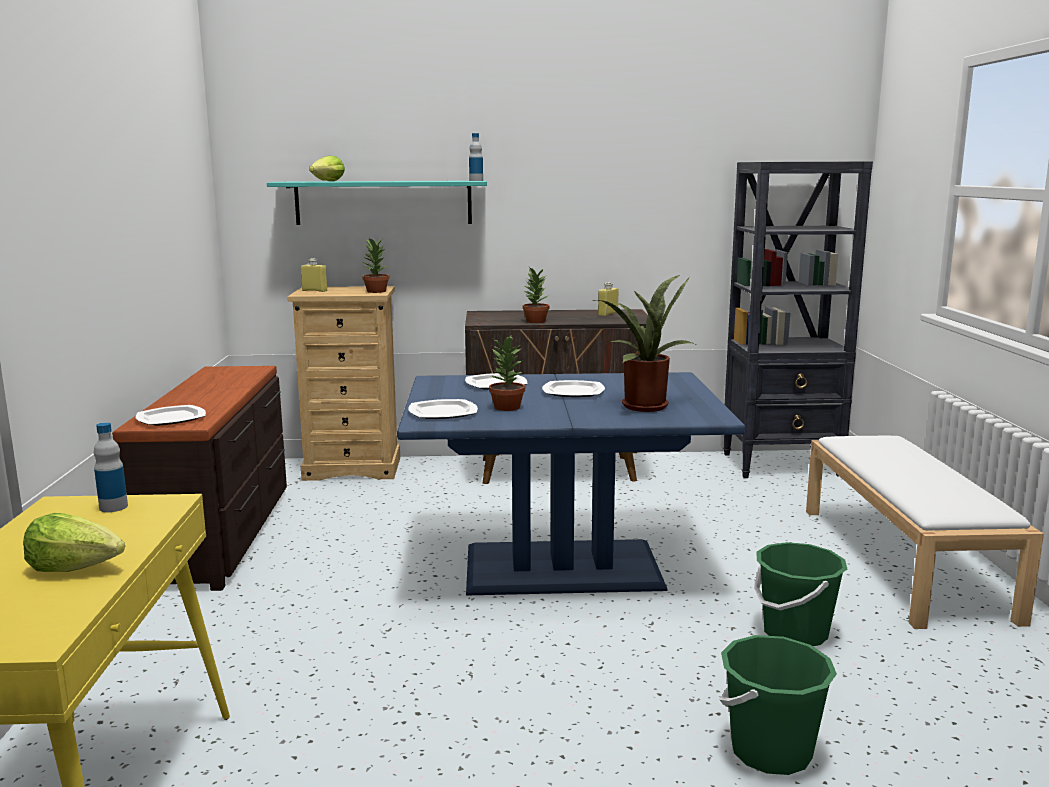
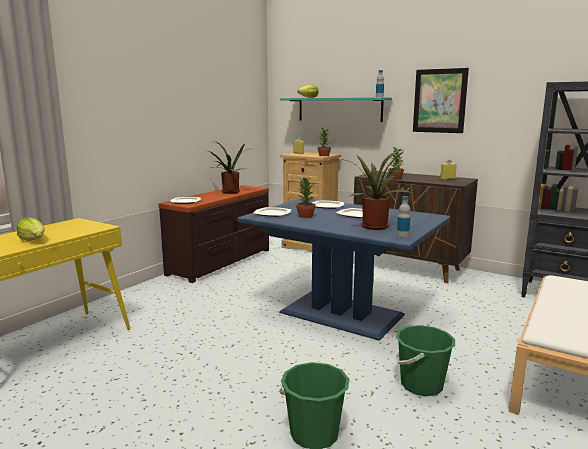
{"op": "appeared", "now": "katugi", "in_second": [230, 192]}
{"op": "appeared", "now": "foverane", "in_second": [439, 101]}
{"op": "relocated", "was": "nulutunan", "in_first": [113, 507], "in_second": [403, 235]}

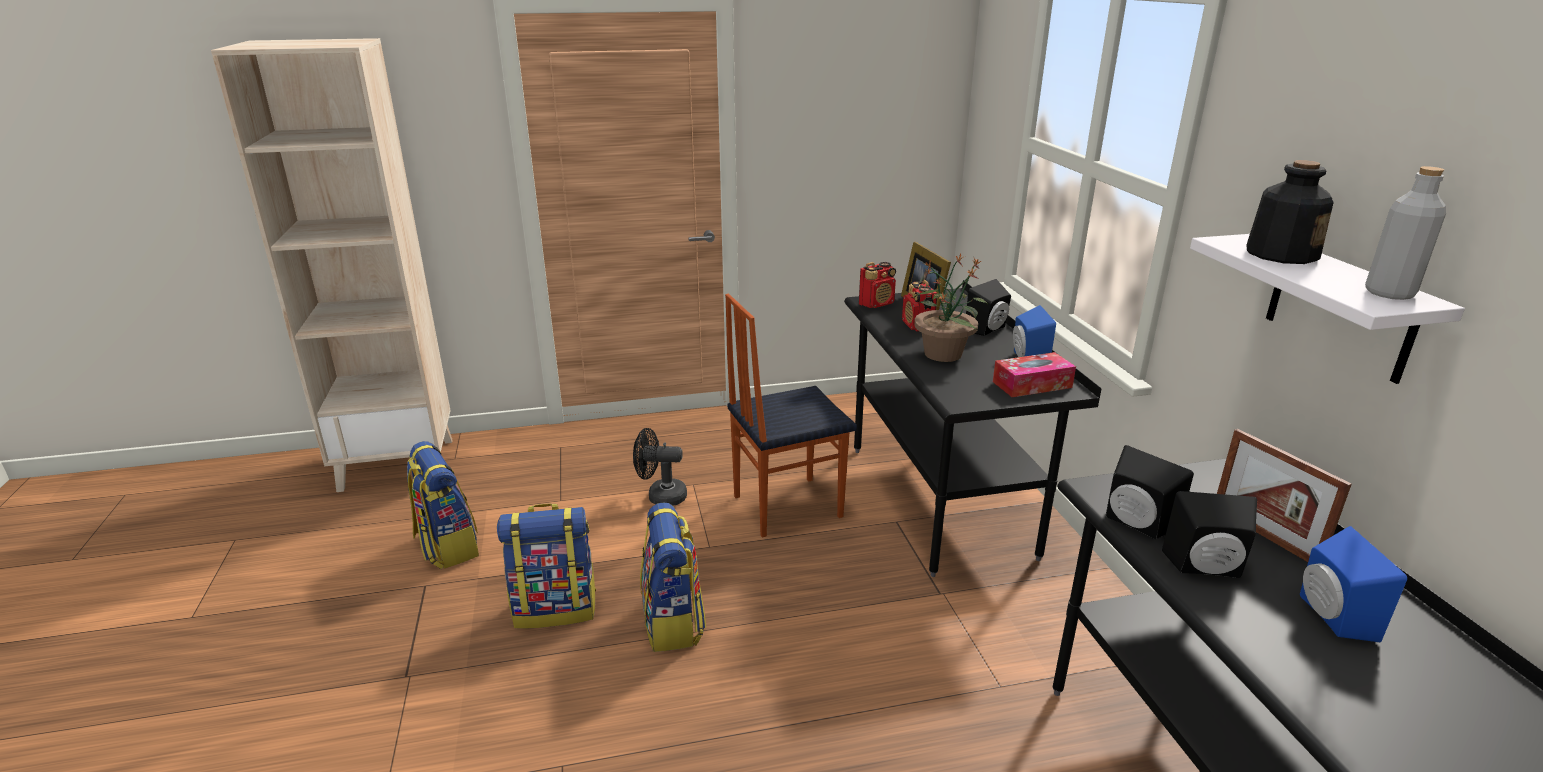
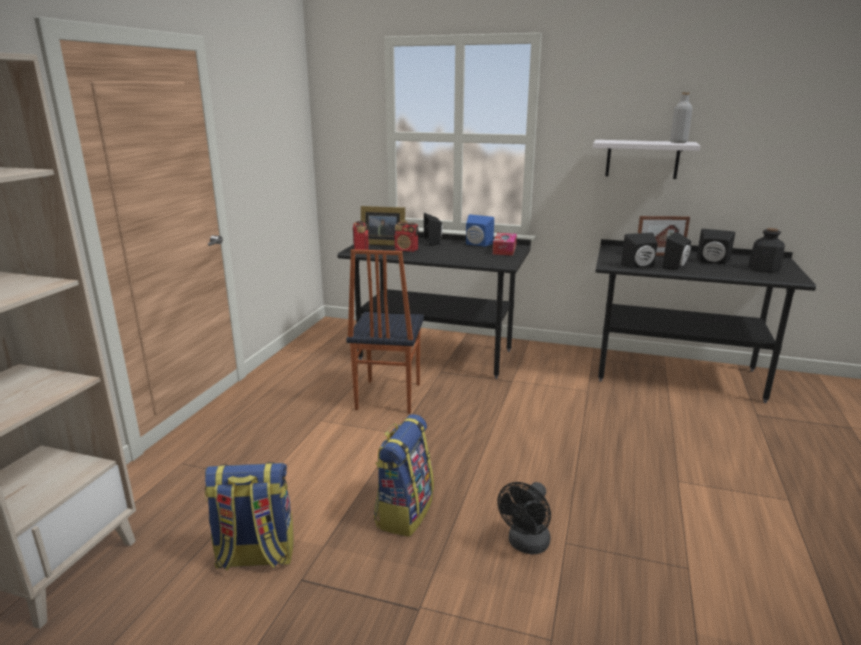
{"op": "missing", "was": "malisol", "in_first": [673, 622]}
{"op": "missing", "was": "katugi", "in_first": [943, 353]}
{"op": "relocated", "was": "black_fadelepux", "in_first": [660, 496], "in_second": [526, 545]}
{"op": "relocated", "was": "nulutunan", "in_first": [1280, 254], "in_second": [763, 268]}
{"op": "colour", "was": "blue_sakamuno", "now": "black_sakamuno", "in_first": [1329, 616], "in_second": [712, 262]}

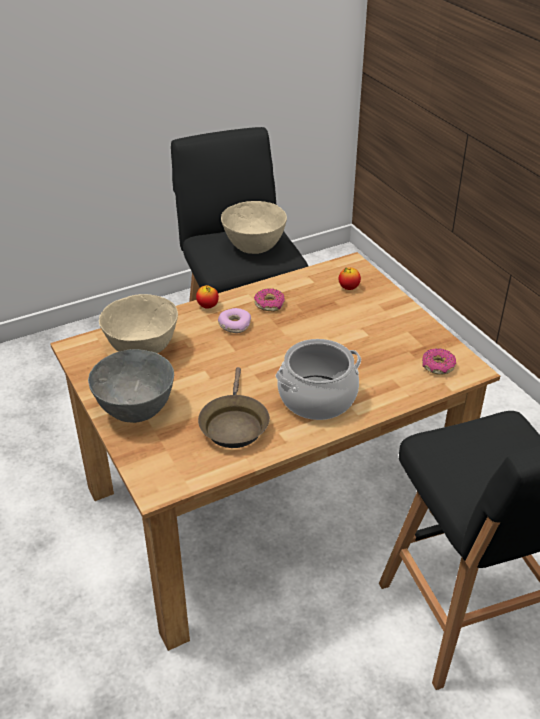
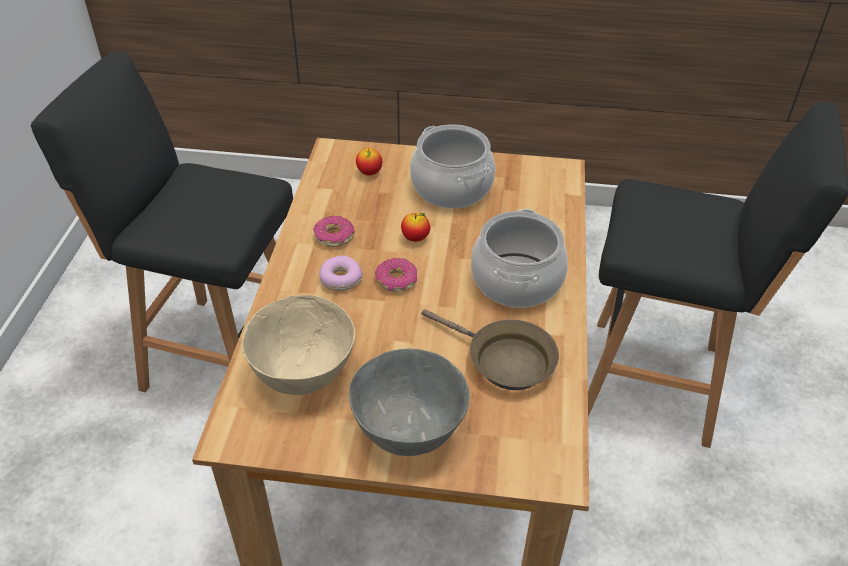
{"op": "missing", "was": "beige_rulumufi", "in_first": [254, 248]}
{"op": "appeared", "now": "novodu", "in_second": [451, 187]}
{"op": "relocated", "was": "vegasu", "in_first": [208, 306], "in_second": [415, 238]}
{"op": "relocated", "was": "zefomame", "in_first": [437, 366], "in_second": [396, 281]}

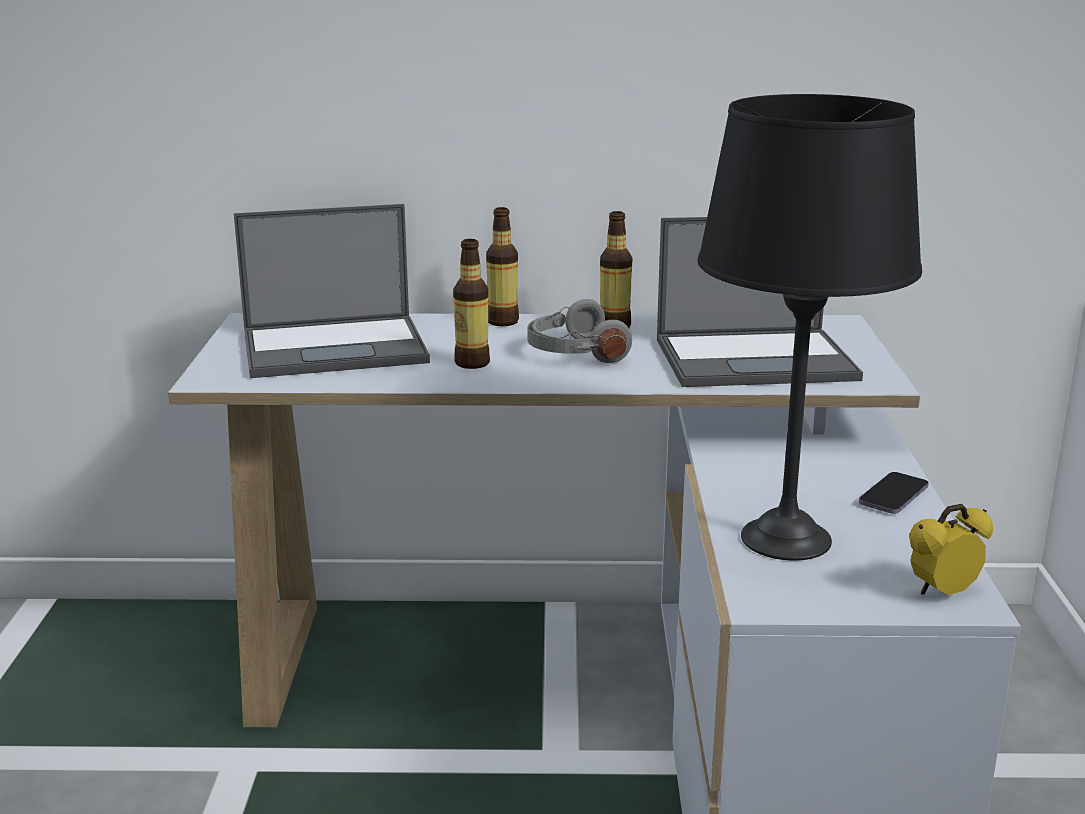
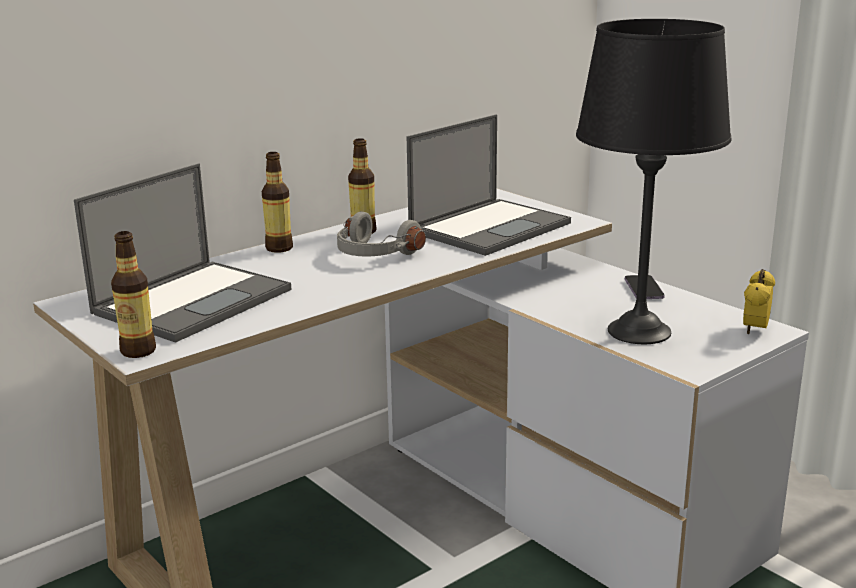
{"op": "relocated", "was": "nulutunan", "in_first": [472, 363], "in_second": [138, 351]}

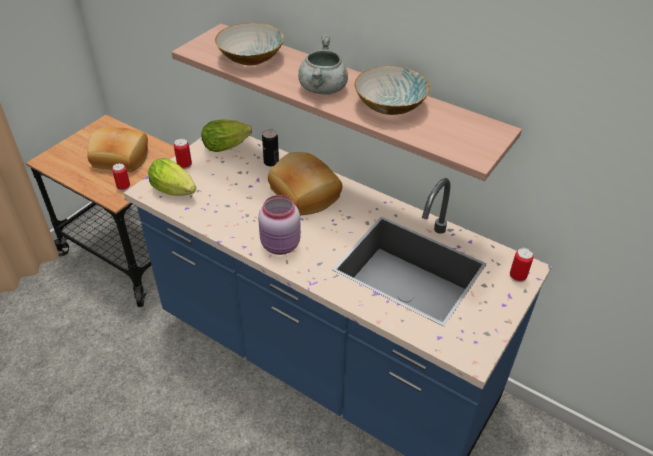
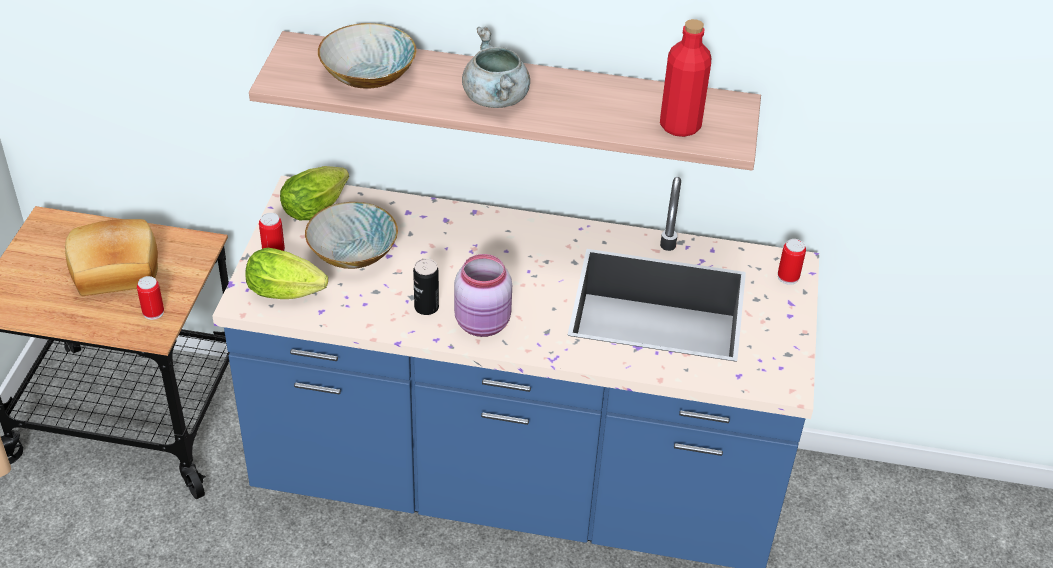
{"op": "missing", "was": "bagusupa", "in_first": [303, 194]}
{"op": "appeared", "now": "red_nulutunan", "in_second": [680, 126]}
{"op": "relocated", "was": "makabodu", "in_first": [271, 162], "in_second": [426, 307]}
{"op": "relocated", "was": "rulumufi", "in_first": [390, 106], "in_second": [353, 253]}

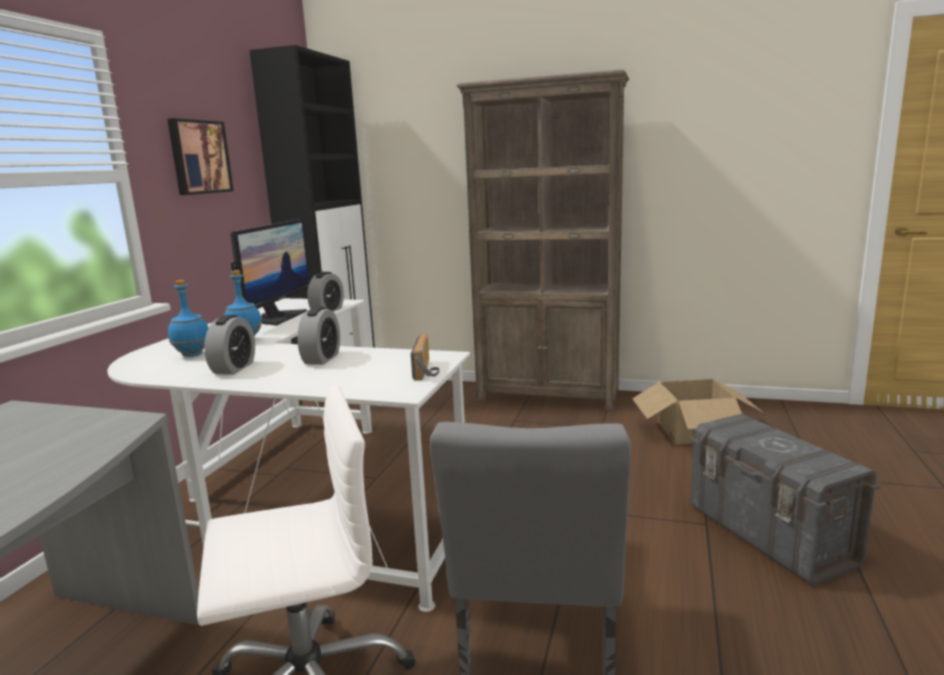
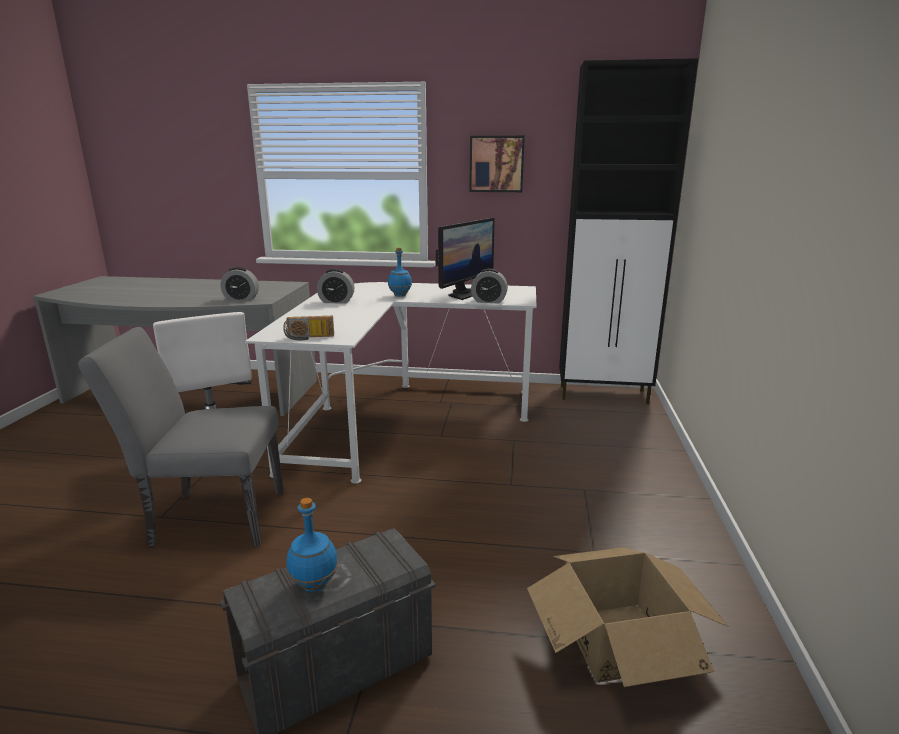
{"op": "missing", "was": "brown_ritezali", "in_first": [548, 397]}
{"op": "relocated", "was": "blue_nulutunan", "in_first": [193, 355], "in_second": [314, 585]}
{"op": "relocated", "was": "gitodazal", "in_first": [322, 359], "in_second": [241, 299]}
{"op": "spun", "was": "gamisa", "in_first": [278, 317], "in_second": [464, 294], "clockwise": -60}

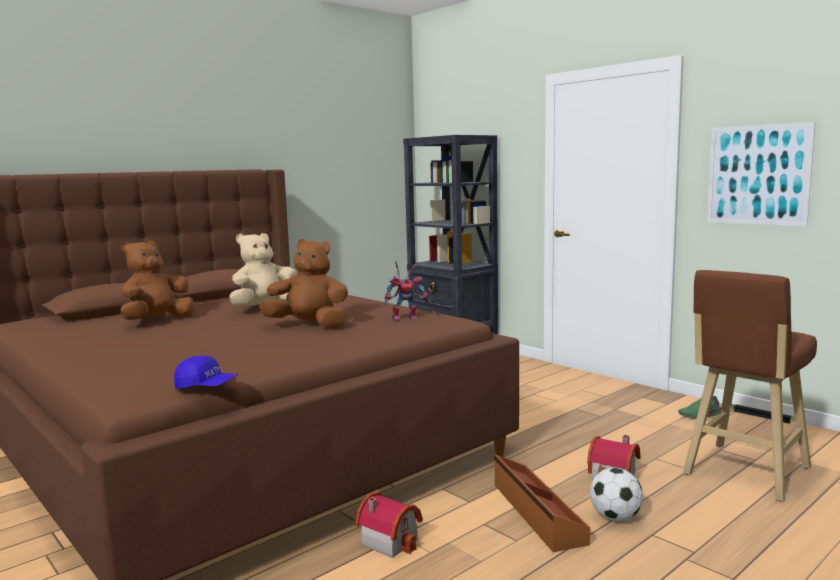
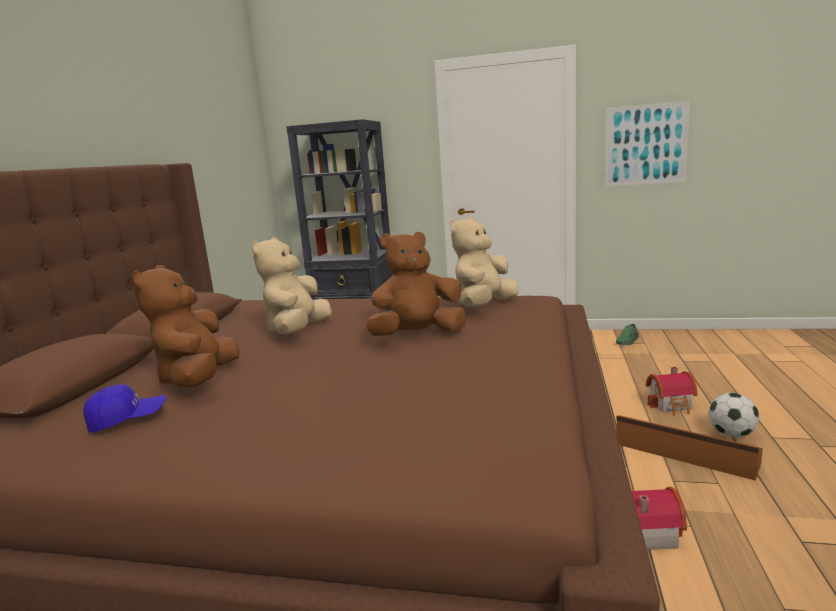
{"op": "missing", "was": "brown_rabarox", "in_first": [744, 473]}
{"op": "relocated", "was": "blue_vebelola", "in_first": [206, 387], "in_second": [128, 420]}
{"op": "exchanged", "was": "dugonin", "now": "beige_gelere", "in_first": [406, 318], "in_second": [484, 306]}

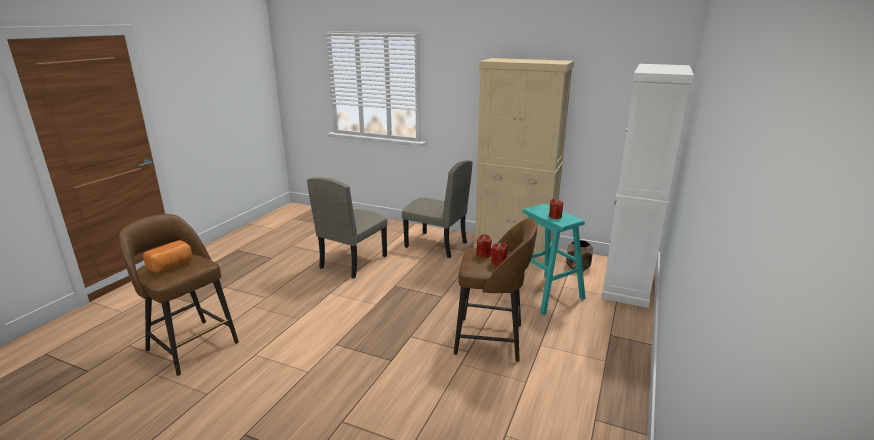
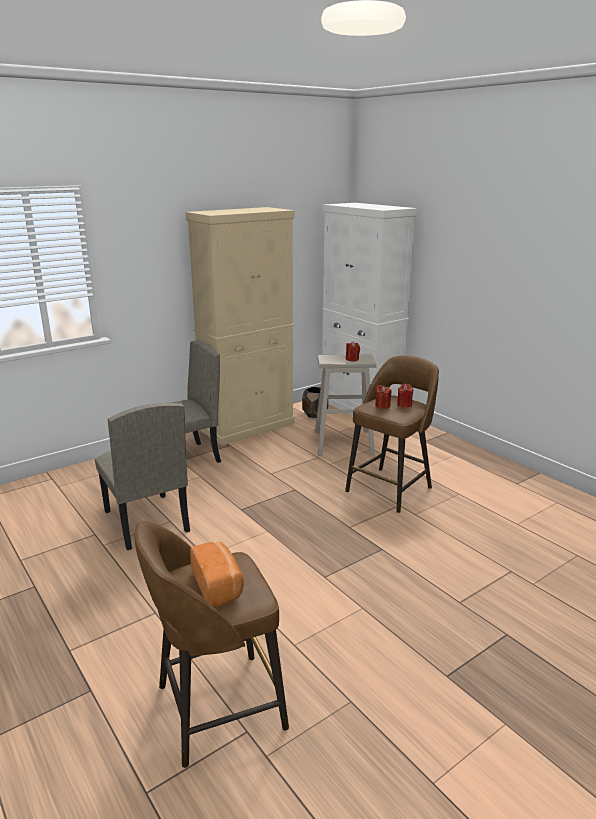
{"op": "colour", "was": "turquoise_rabarox", "now": "beige_rabarox", "in_first": [545, 294], "in_second": [343, 442]}

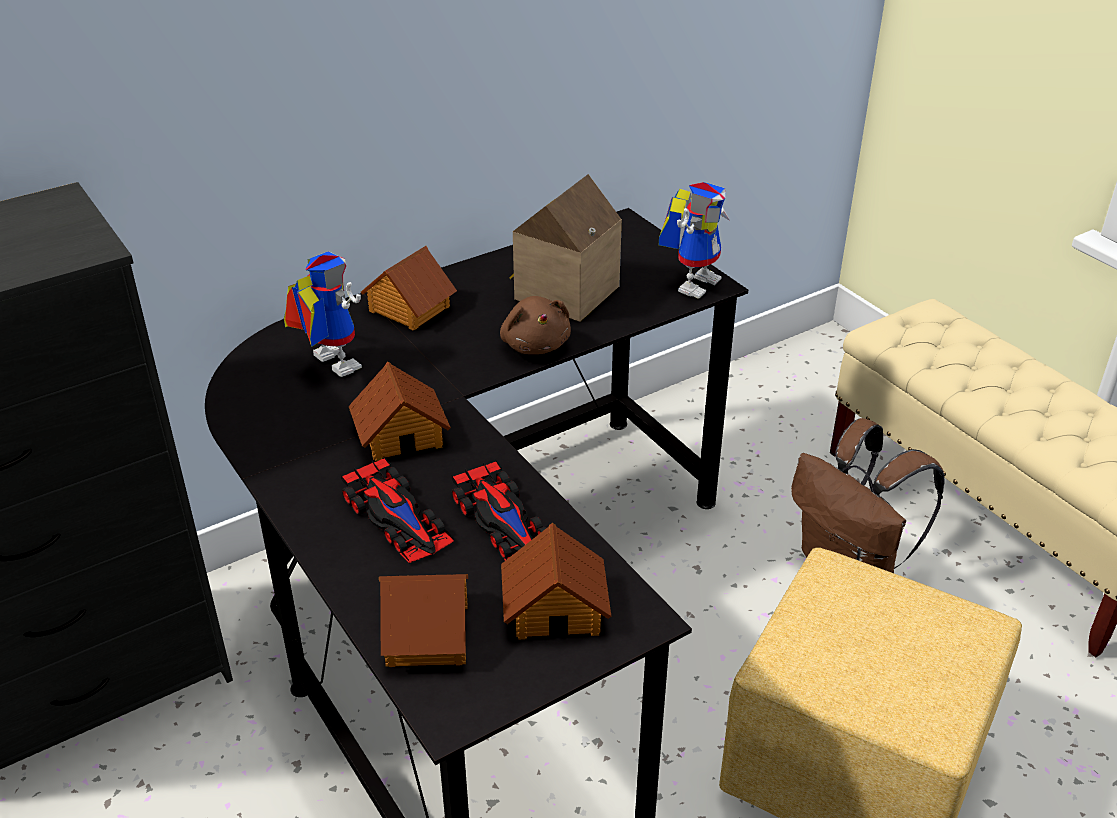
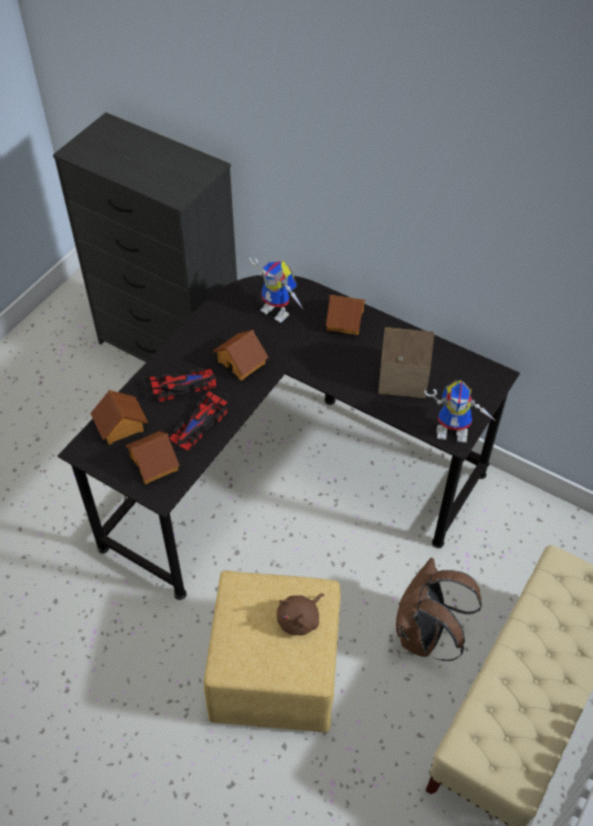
{"op": "relocated", "was": "brown_gelere", "in_first": [535, 344], "in_second": [300, 619]}
{"op": "spun", "was": "dugonin", "in_first": [327, 363], "in_second": [279, 311], "clockwise": 105}
{"op": "spun", "was": "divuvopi", "in_first": [397, 519], "in_second": [183, 386], "clockwise": -135}

